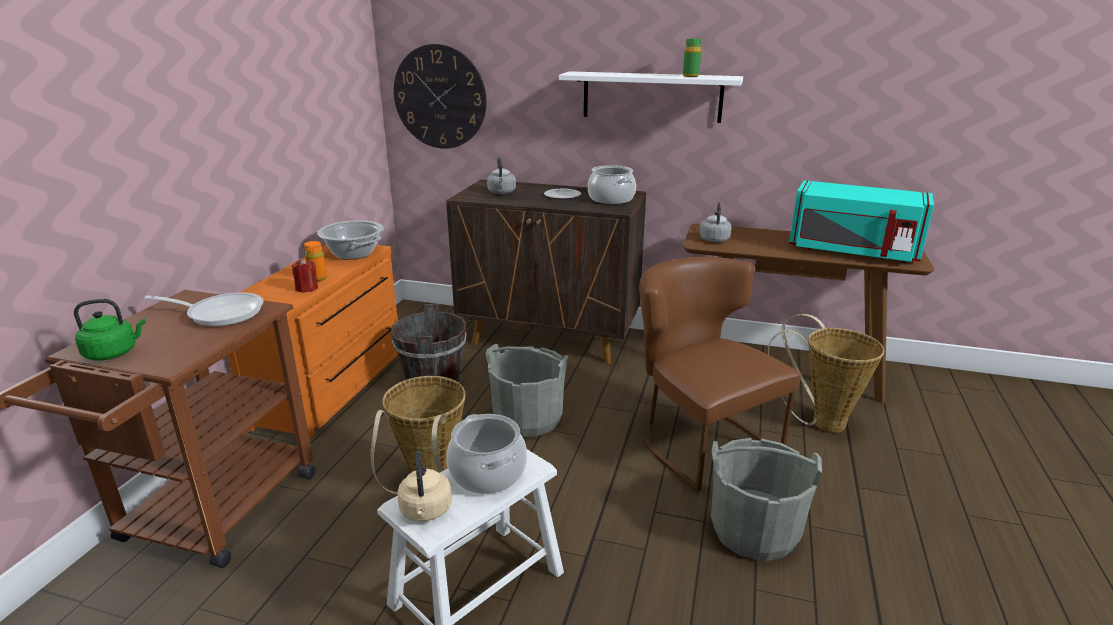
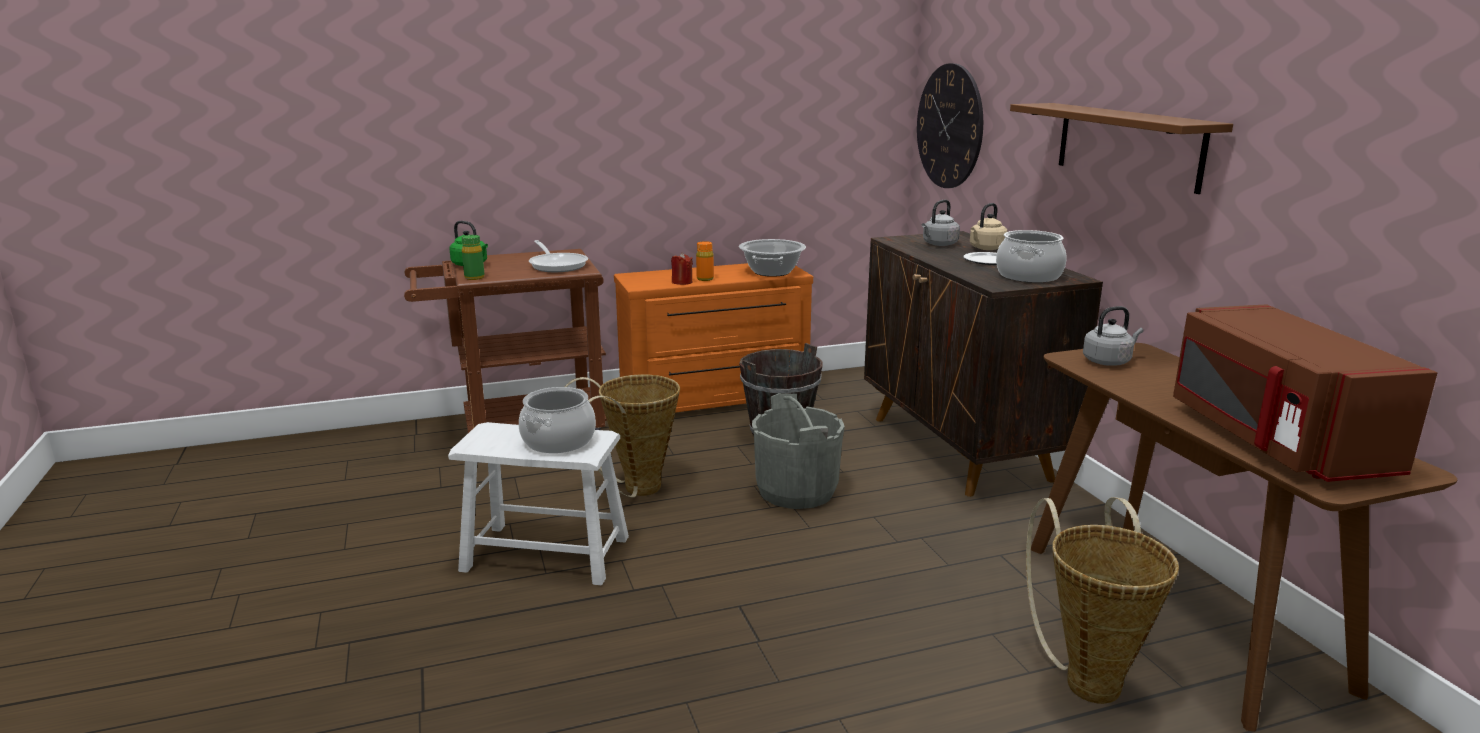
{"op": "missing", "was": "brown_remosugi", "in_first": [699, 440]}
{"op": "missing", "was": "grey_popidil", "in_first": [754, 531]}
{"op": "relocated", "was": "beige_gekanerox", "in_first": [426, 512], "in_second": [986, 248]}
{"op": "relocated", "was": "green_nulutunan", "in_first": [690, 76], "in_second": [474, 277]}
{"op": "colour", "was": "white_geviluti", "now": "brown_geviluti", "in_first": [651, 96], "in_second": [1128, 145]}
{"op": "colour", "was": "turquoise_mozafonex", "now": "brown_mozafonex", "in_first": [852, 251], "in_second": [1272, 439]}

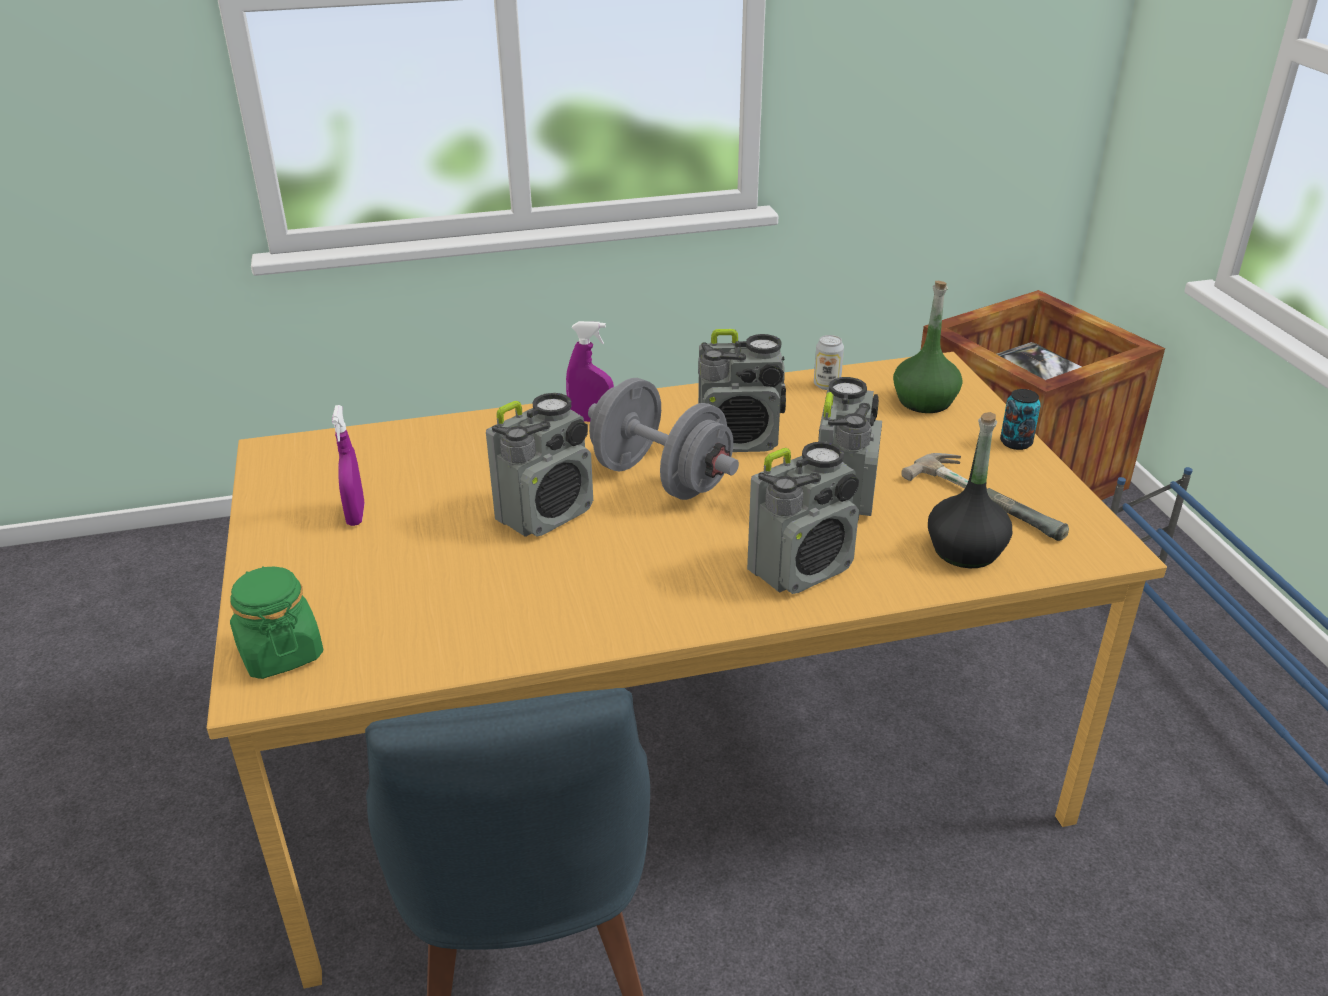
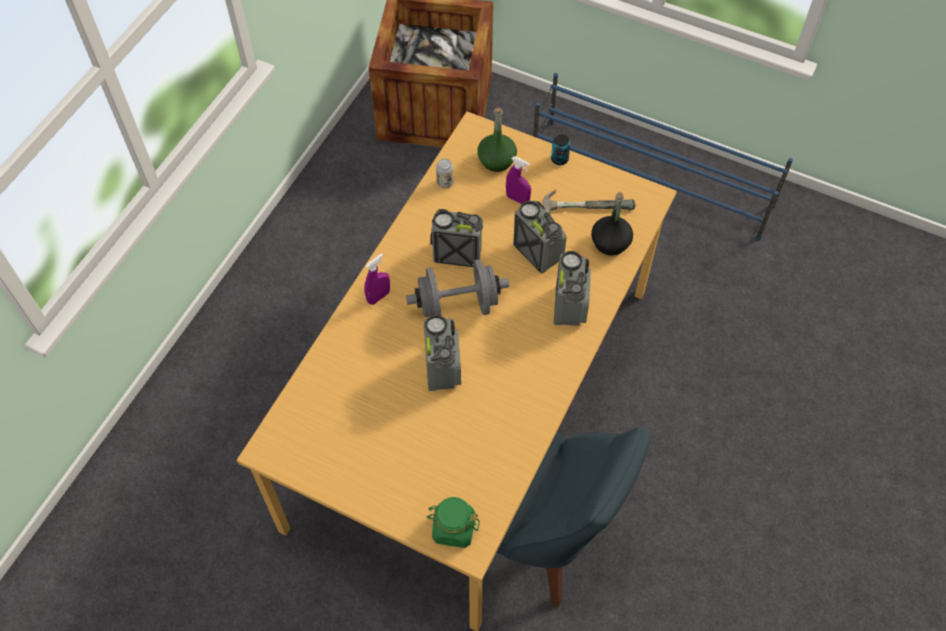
{"op": "relocated", "was": "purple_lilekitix", "in_first": [356, 515], "in_second": [517, 199]}
{"op": "spun", "was": "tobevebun", "in_first": [739, 440], "in_second": [457, 253], "clockwise": -120}

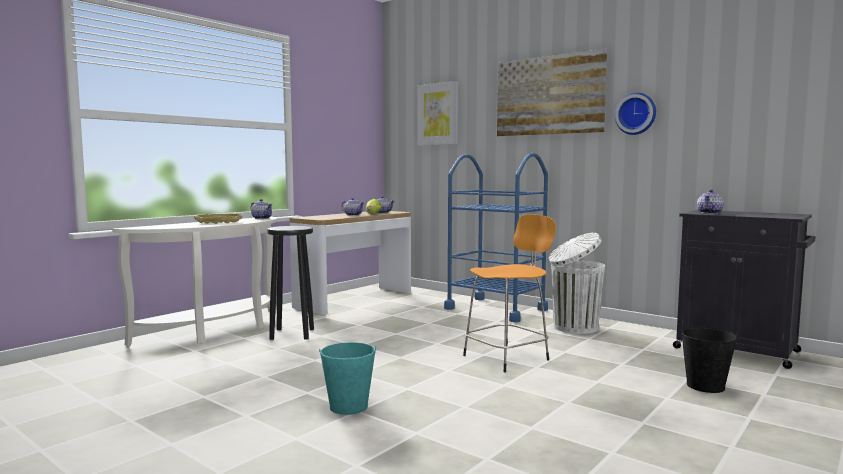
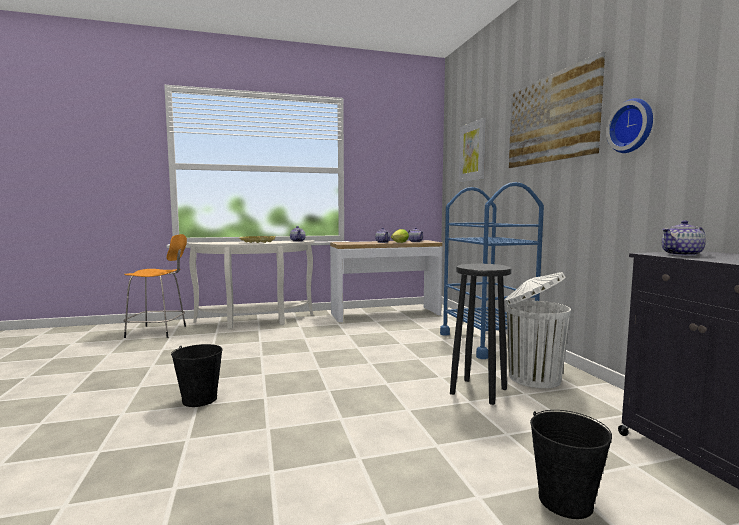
{"op": "relocated", "was": "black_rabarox", "in_first": [292, 334], "in_second": [479, 391]}
{"op": "relocated", "was": "orange_rabarox", "in_first": [508, 357], "in_second": [158, 332]}
{"op": "colour", "was": "turquoise_popidil", "now": "black_popidil", "in_first": [348, 406], "in_second": [200, 399]}

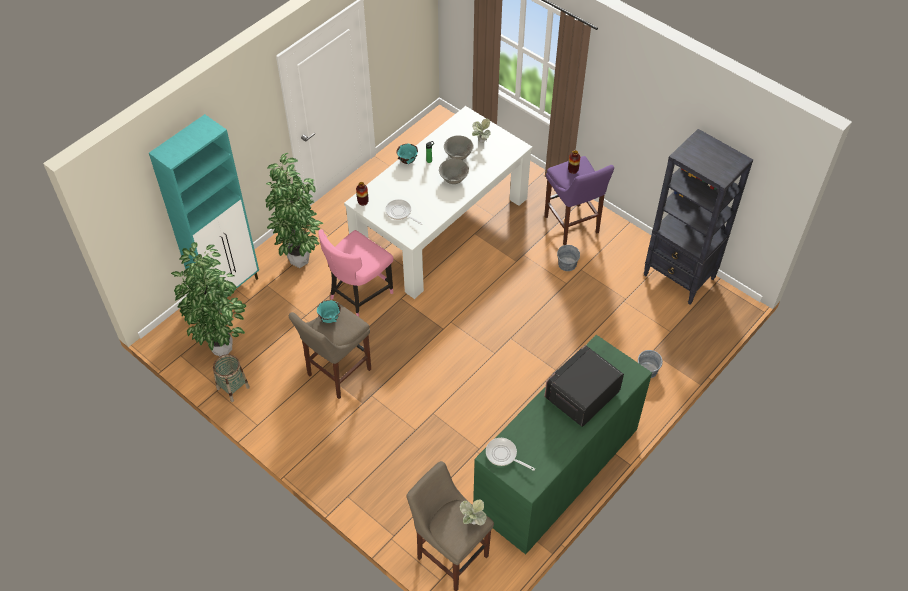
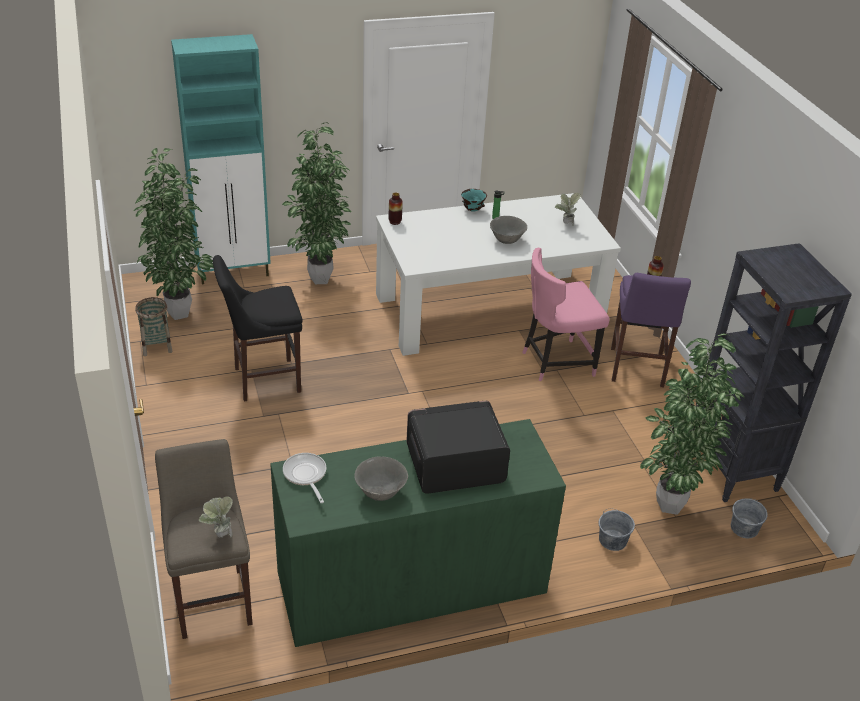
{"op": "missing", "was": "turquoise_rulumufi", "in_first": [330, 318]}
{"op": "missing", "was": "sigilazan", "in_first": [400, 213]}
{"op": "appeared", "now": "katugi", "in_second": [670, 508]}
{"op": "relocated", "was": "pink_remosugi", "in_first": [359, 295], "in_second": [555, 362]}
{"op": "relocated", "was": "grey_rulumufi", "in_first": [458, 155], "in_second": [380, 492]}
{"op": "relocated", "was": "grey_popidil", "in_first": [567, 264], "in_second": [744, 528]}
{"op": "colour", "was": "beige_rabarox", "now": "black_rabarox", "in_first": [336, 374], "in_second": [263, 380]}

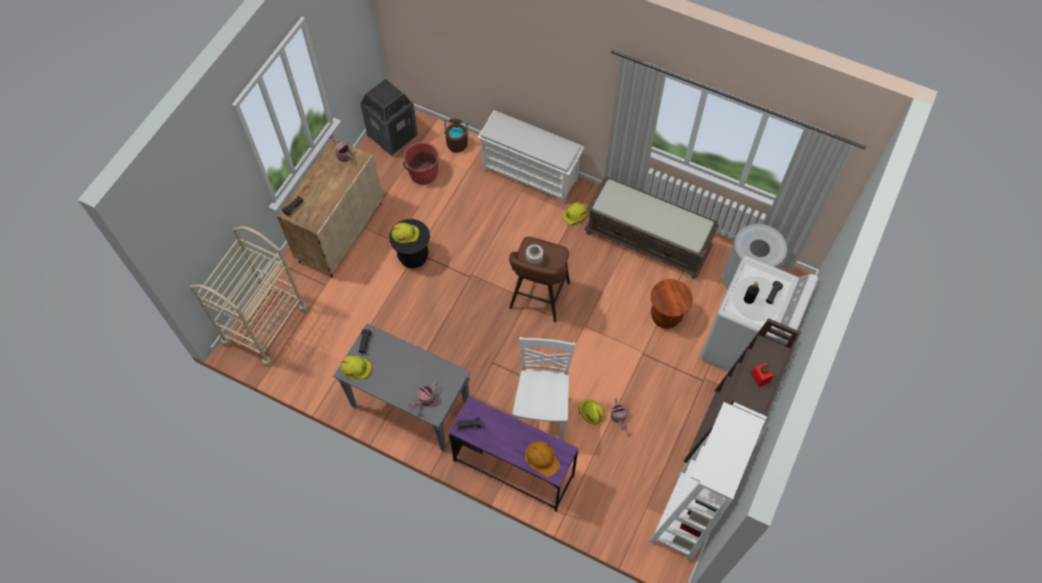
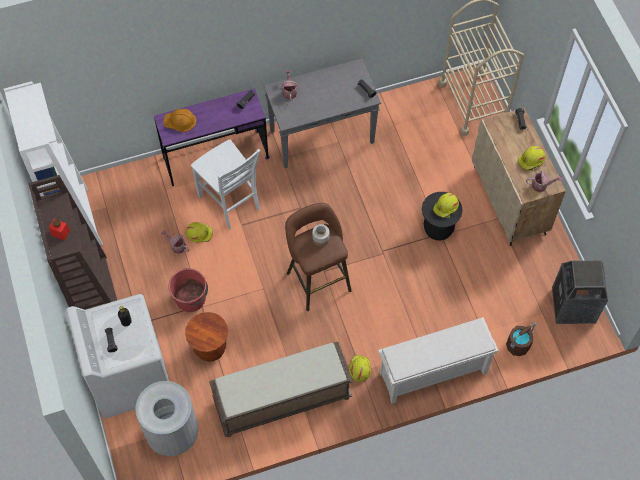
{"op": "relocated", "was": "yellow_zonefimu", "in_first": [356, 368], "in_second": [531, 161]}
{"op": "relocated", "was": "red_popidil", "in_first": [423, 173], "in_second": [191, 298]}

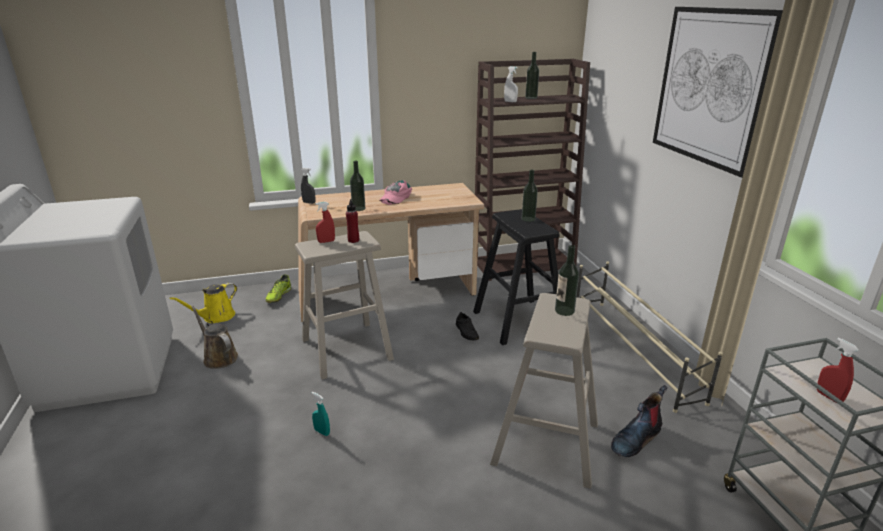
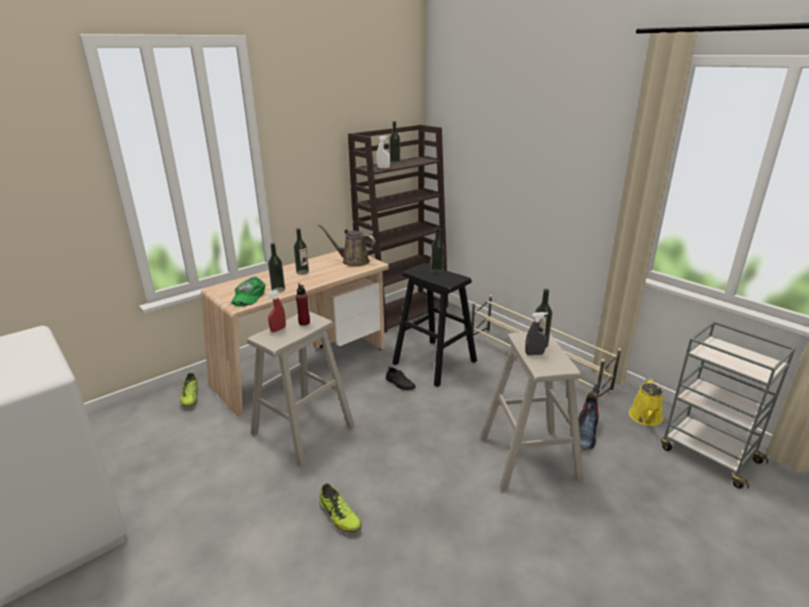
{"op": "missing", "was": "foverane", "in_first": [711, 87]}
{"op": "missing", "was": "red_lilekitix", "in_first": [828, 397]}
{"op": "appeared", "now": "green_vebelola", "in_second": [248, 296]}
{"op": "relocated", "was": "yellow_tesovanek", "in_first": [216, 317], "in_second": [646, 418]}
{"op": "relocated", "was": "brown_tesovanek", "in_first": [218, 357], "in_second": [353, 261]}
{"op": "relocated", "was": "grey_lilekitix", "in_first": [309, 202], "in_second": [534, 354]}
{"op": "exchanged", "was": "turquoise_lilekitix", "now": "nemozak", "in_first": [322, 432], "in_second": [339, 516]}
{"op": "exchanged", "was": "pink_vebelola", "now": "nulutunan", "in_first": [395, 197], "in_second": [302, 272]}

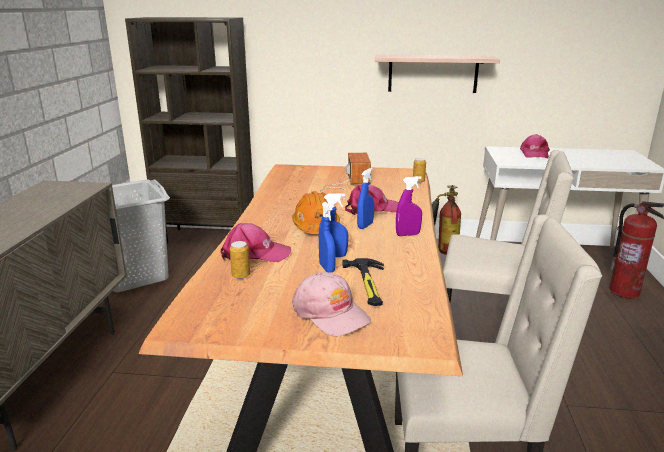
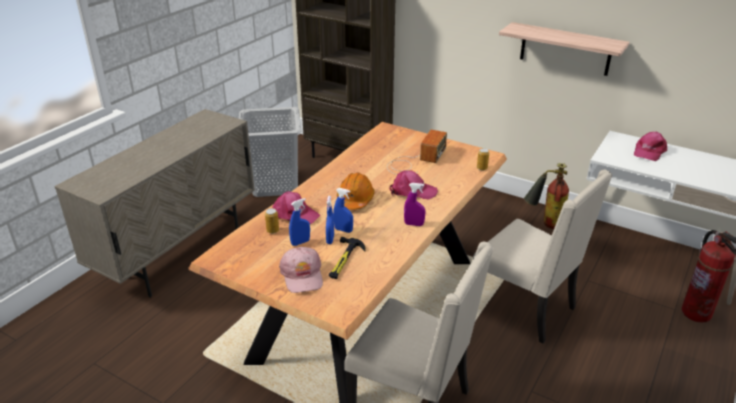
{"op": "relocated", "was": "blue_lilekitix", "in_first": [365, 226], "in_second": [300, 242]}

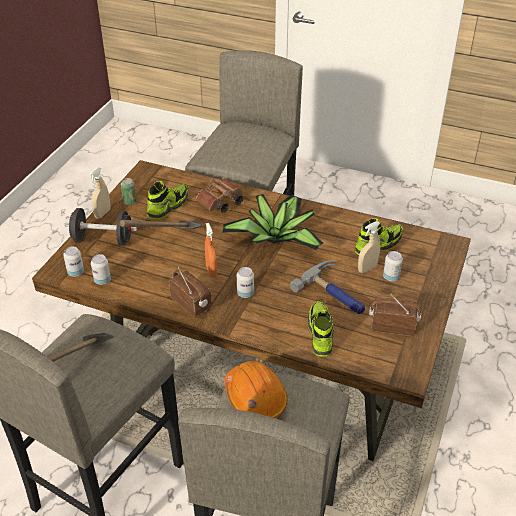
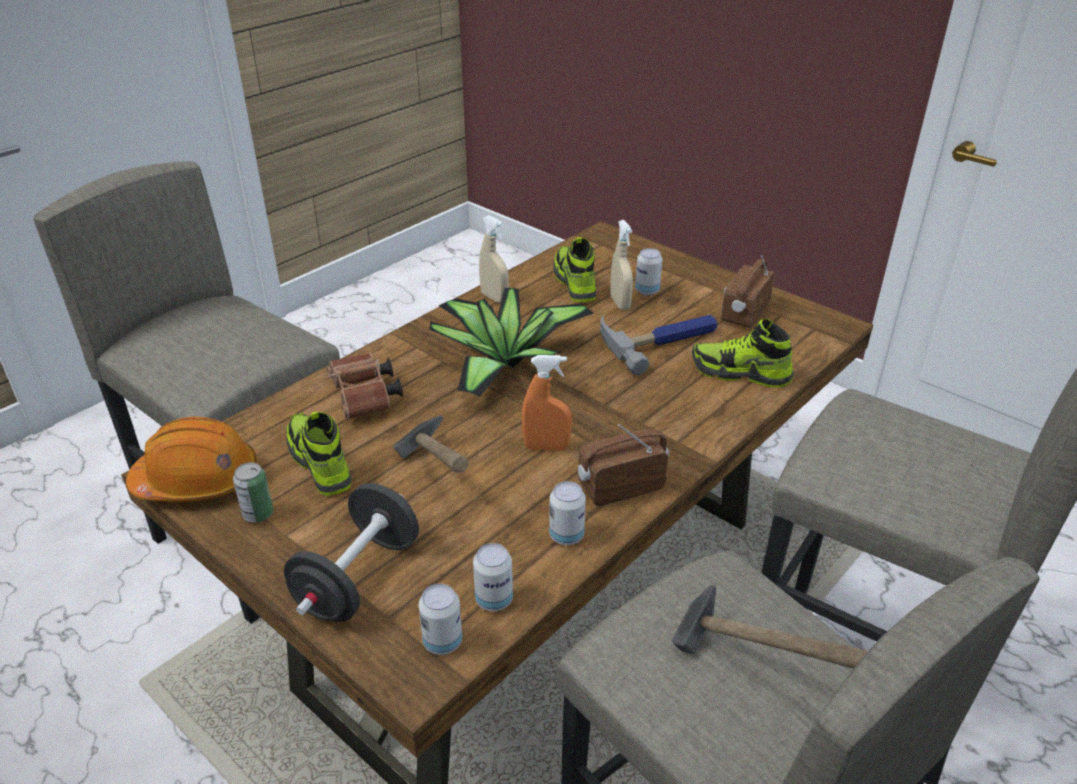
{"op": "relocated", "was": "beige_lilekitix", "in_first": [102, 213], "in_second": [494, 298]}
{"op": "relocated", "was": "orange_zonefimu", "in_first": [255, 398], "in_second": [198, 480]}
{"op": "relocated", "was": "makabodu", "in_first": [245, 293], "in_second": [566, 536]}

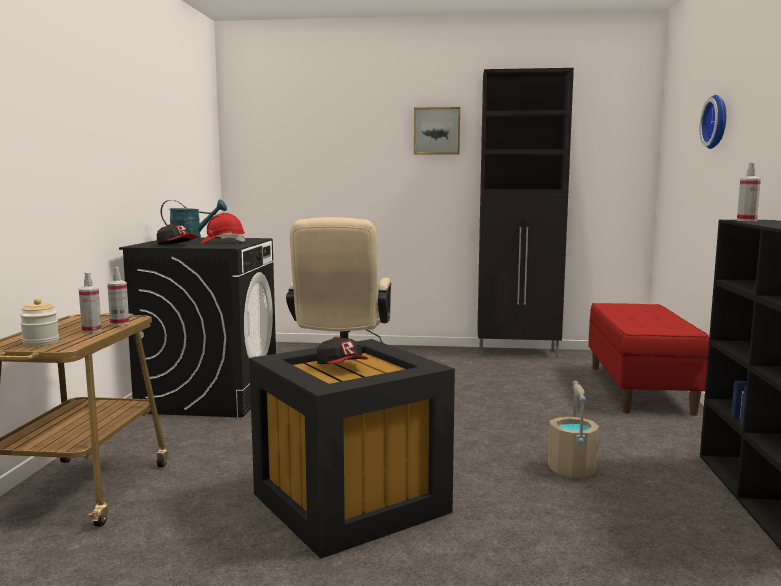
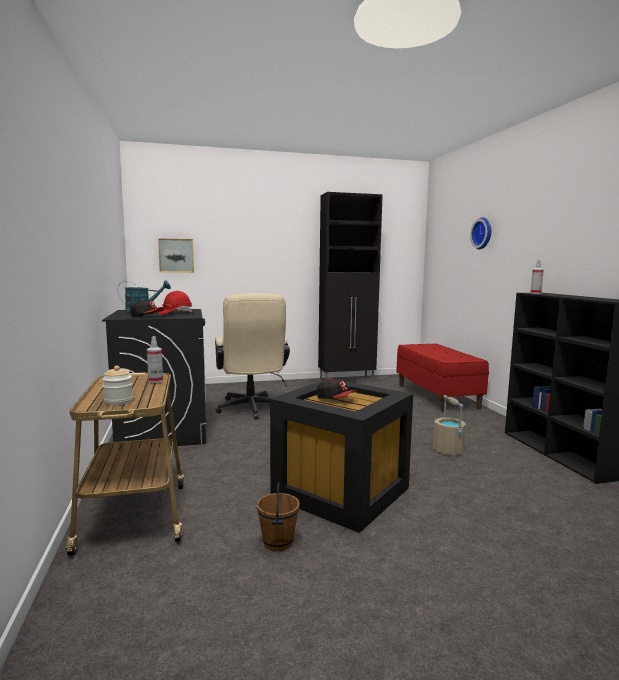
{"op": "missing", "was": "lilekitix", "in_first": [91, 330]}
{"op": "appeared", "now": "brown_popidil", "in_second": [278, 542]}
{"op": "relocated", "was": "foverane", "in_first": [437, 131], "in_second": [176, 255]}

